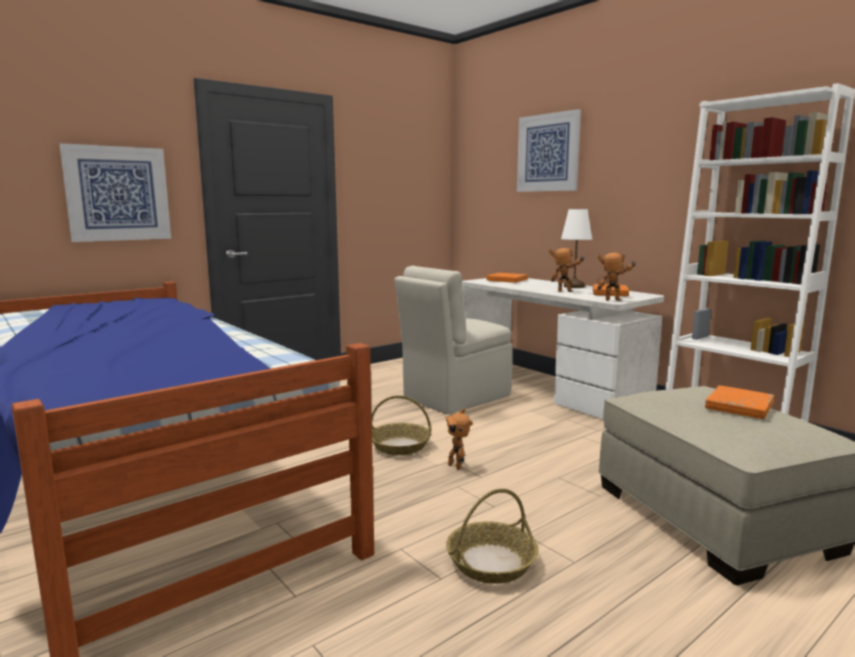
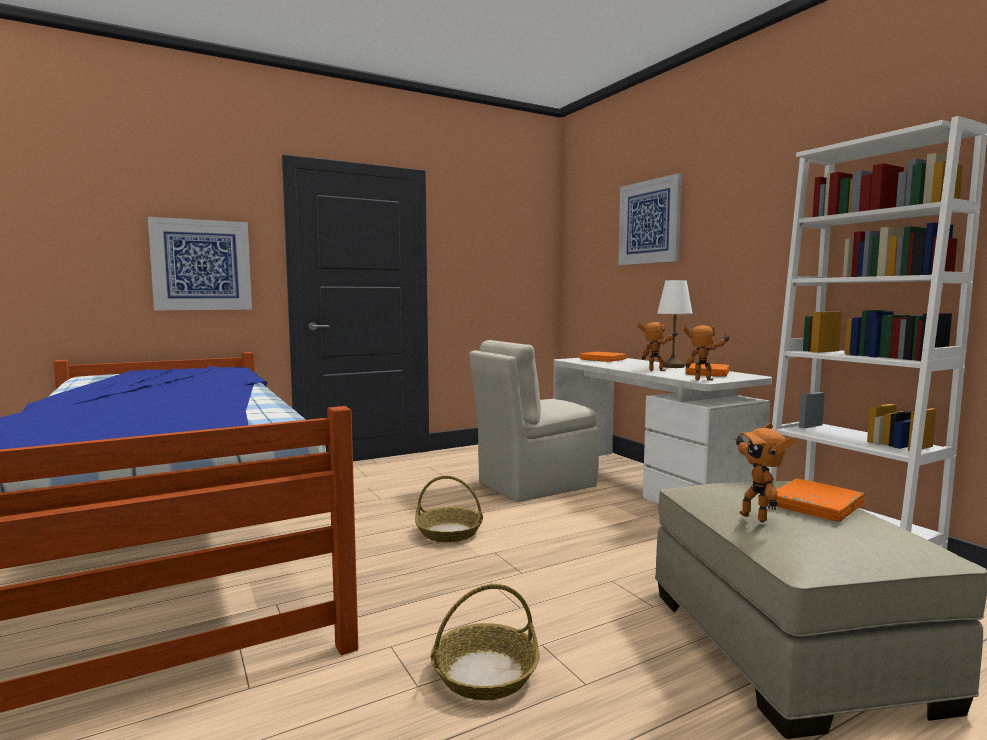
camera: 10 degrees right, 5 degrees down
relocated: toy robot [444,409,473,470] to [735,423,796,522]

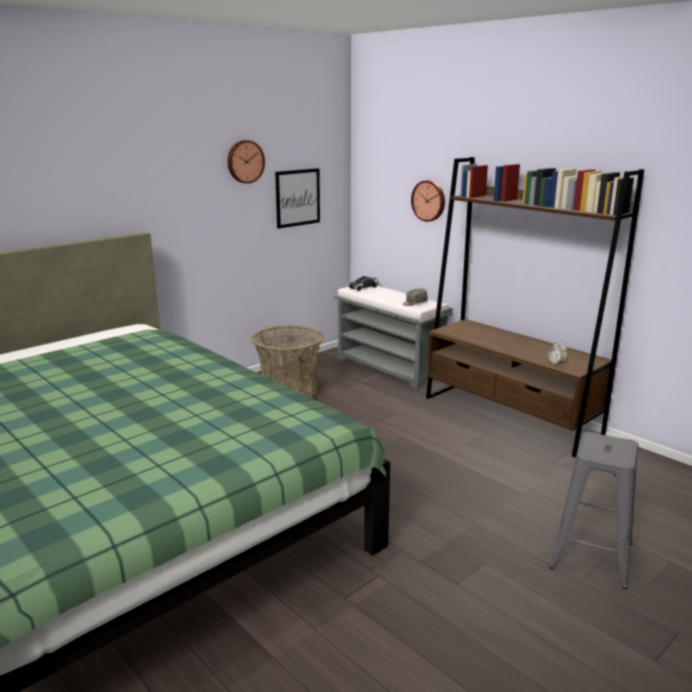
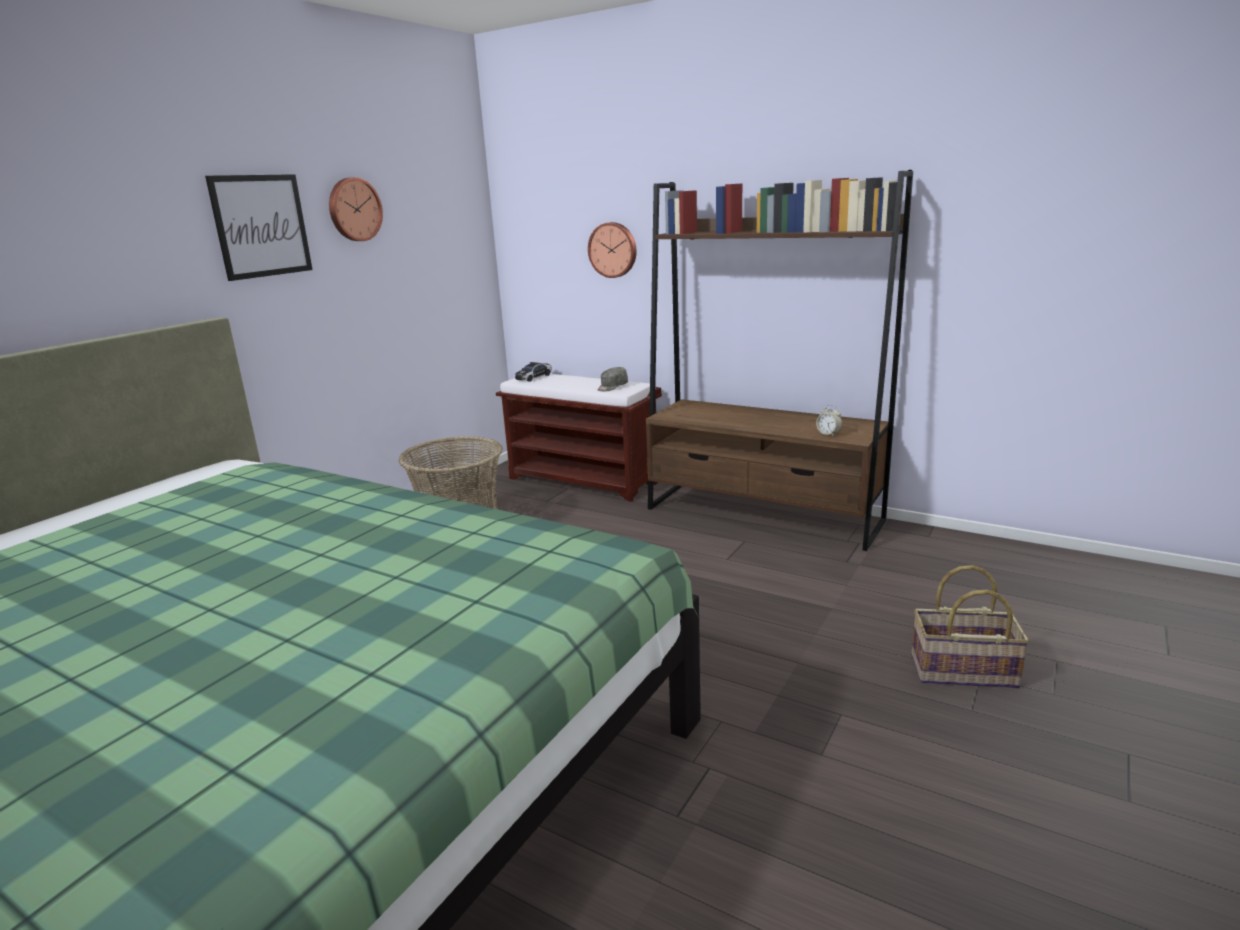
camera: 15 degrees left, 0 degrees up
relocated: picture [275,168,320,229] to [205,174,313,281]
exchanged: grey stool [549,432,638,589] to basket [911,565,1029,688]
colour: grey bench [334,286,453,390] to brown bench [496,374,662,502]

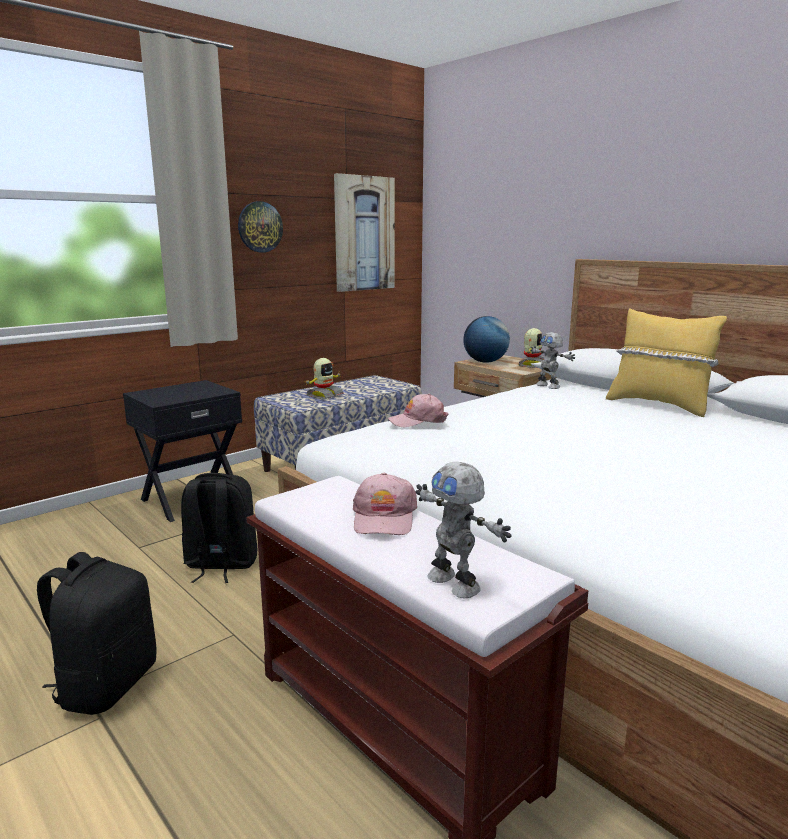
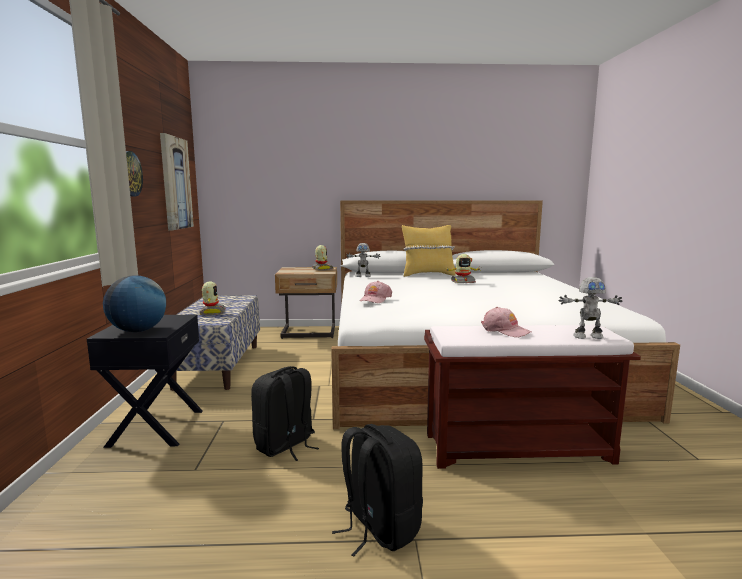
camera: 50 degrees left, 5 degrees down
appeared: toy robot [446,254,480,283]
relocated: globe [463,316,510,363] to [103,275,166,332]

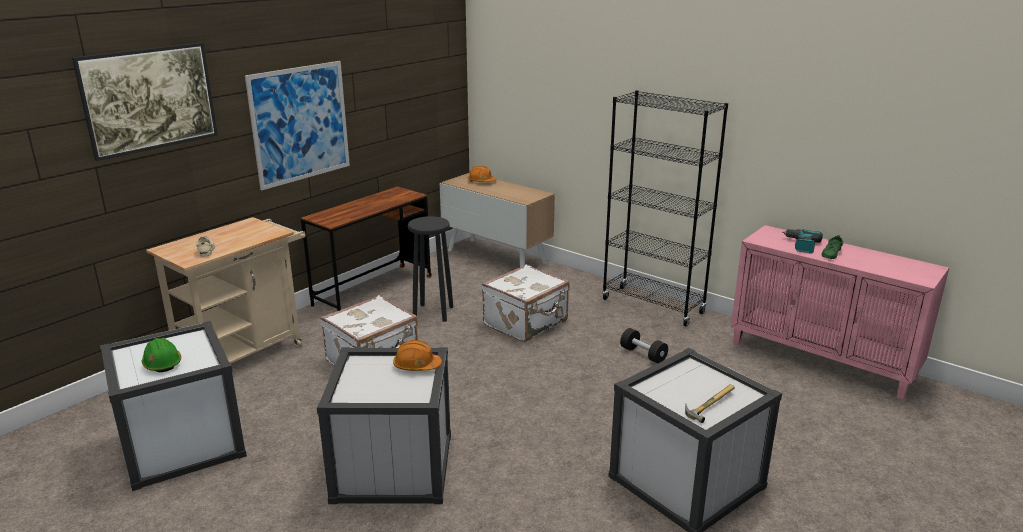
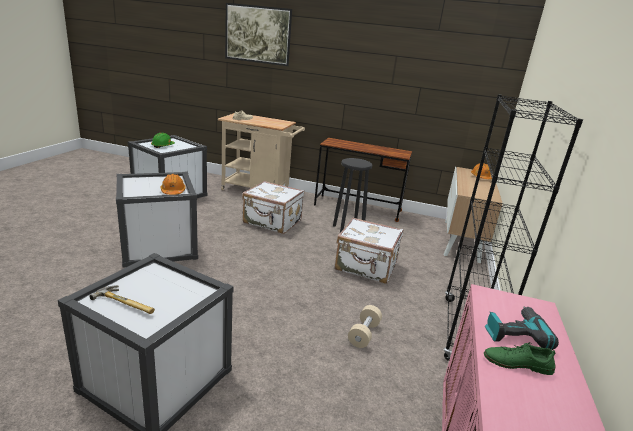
camera: 65 degrees right, 0 degrees up
missing: picture [245,61,350,191]
colour: black dumbbell [620,328,668,363] to beige dumbbell [348,305,382,348]

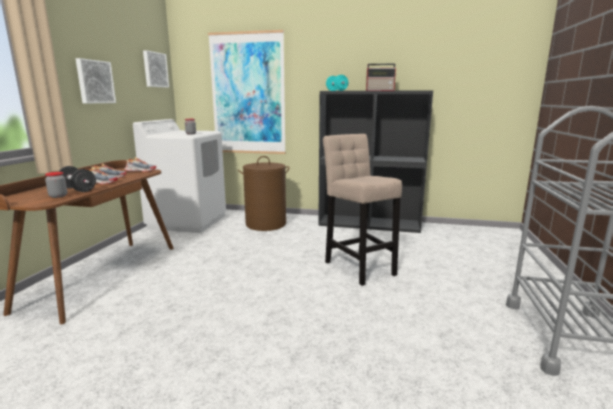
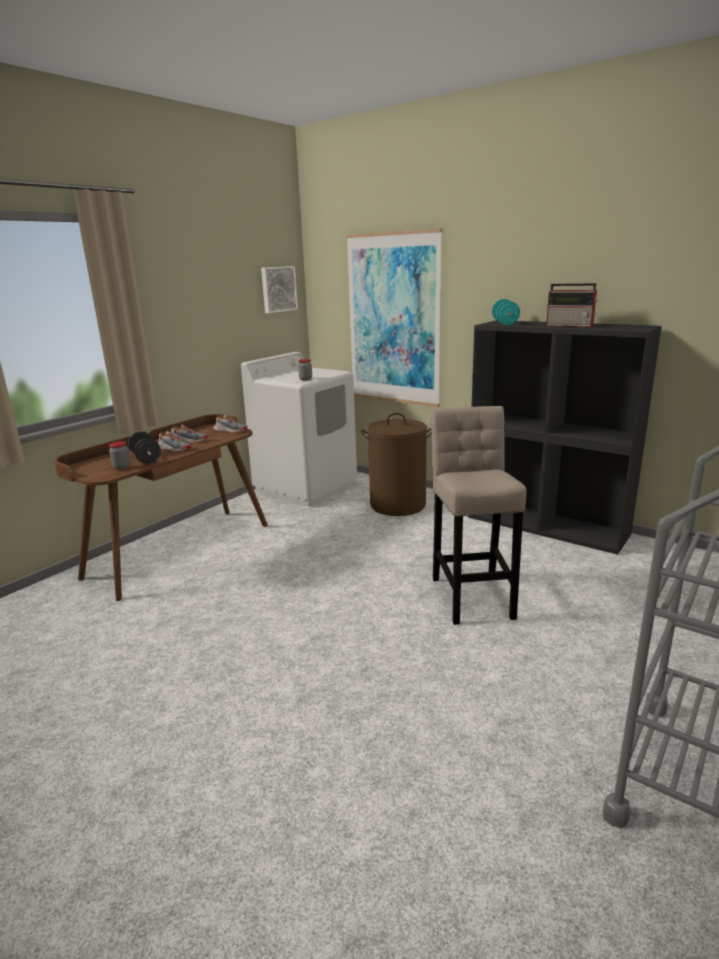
camera: 25 degrees right, 5 degrees up
missing: picture [76,58,116,104]

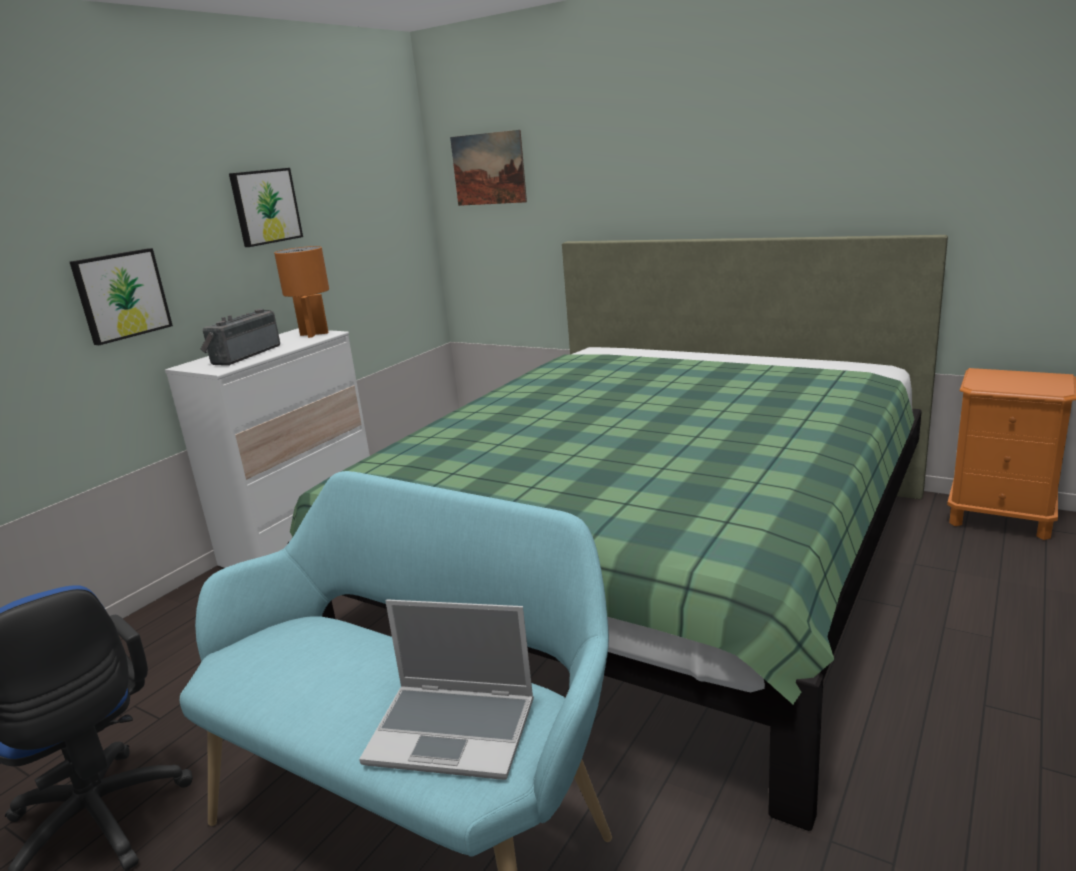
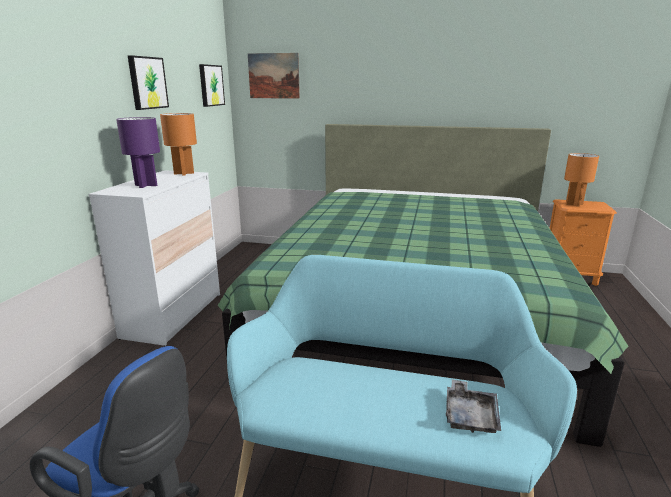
camera: 20 degrees left, 0 degrees up
appeared: orange table lamp [564,153,599,207]
relocated: picture [70,248,173,345] to [199,64,225,107]
exchanged: radio [201,309,280,366] to purple table lamp [116,117,160,188]; laptop [359,599,534,780] to grey tray [446,379,501,433]

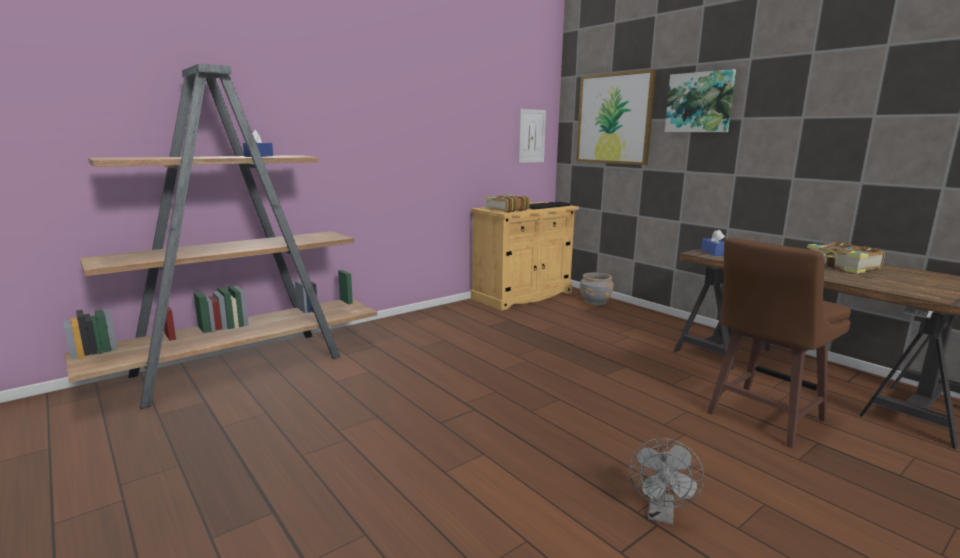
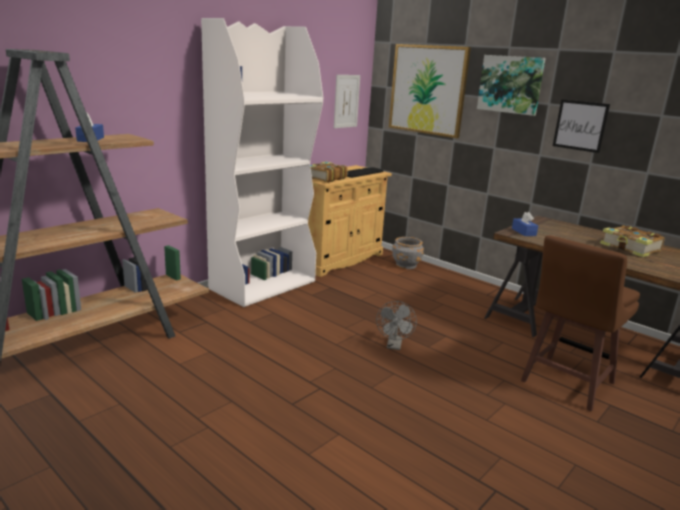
camera: 10 degrees left, 5 degrees up
appeared: white bookcase [201,18,323,307]; picture [553,99,610,153]
relocated: grey fan [629,438,704,525] to [376,301,417,350]

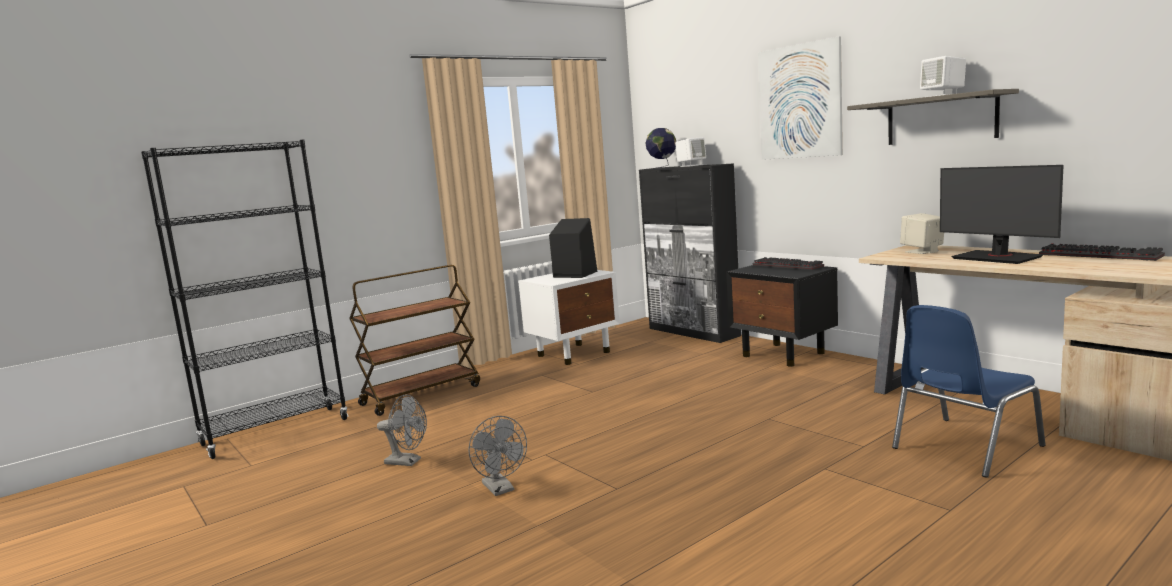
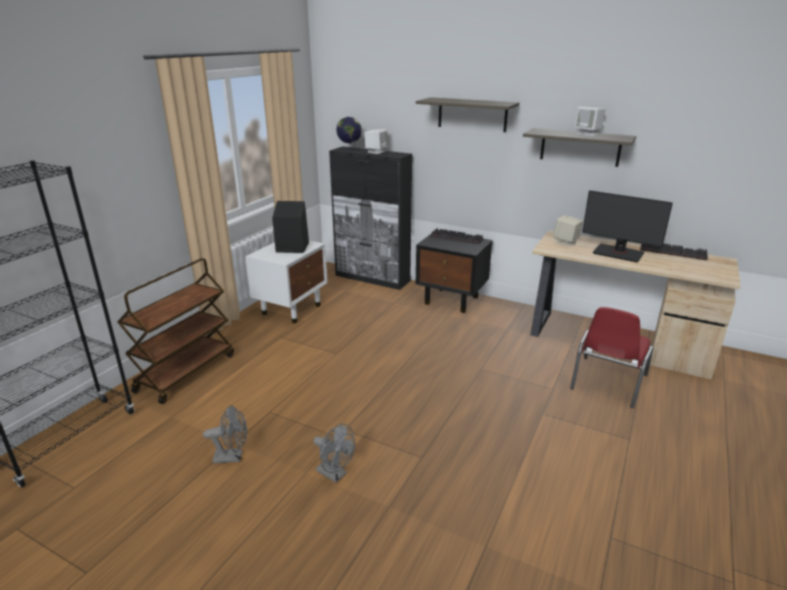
camera: 25 degrees left, 15 degrees up
exchanged: picture [758,36,843,160] to shelf [416,97,519,132]
colour: blue chair [892,305,1046,478] to red chair [570,307,654,408]

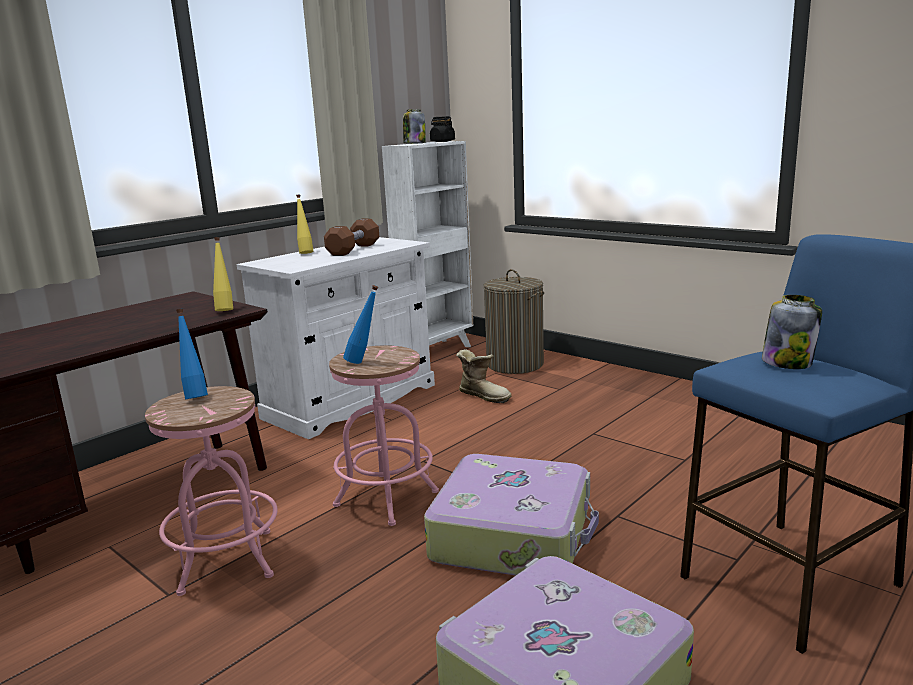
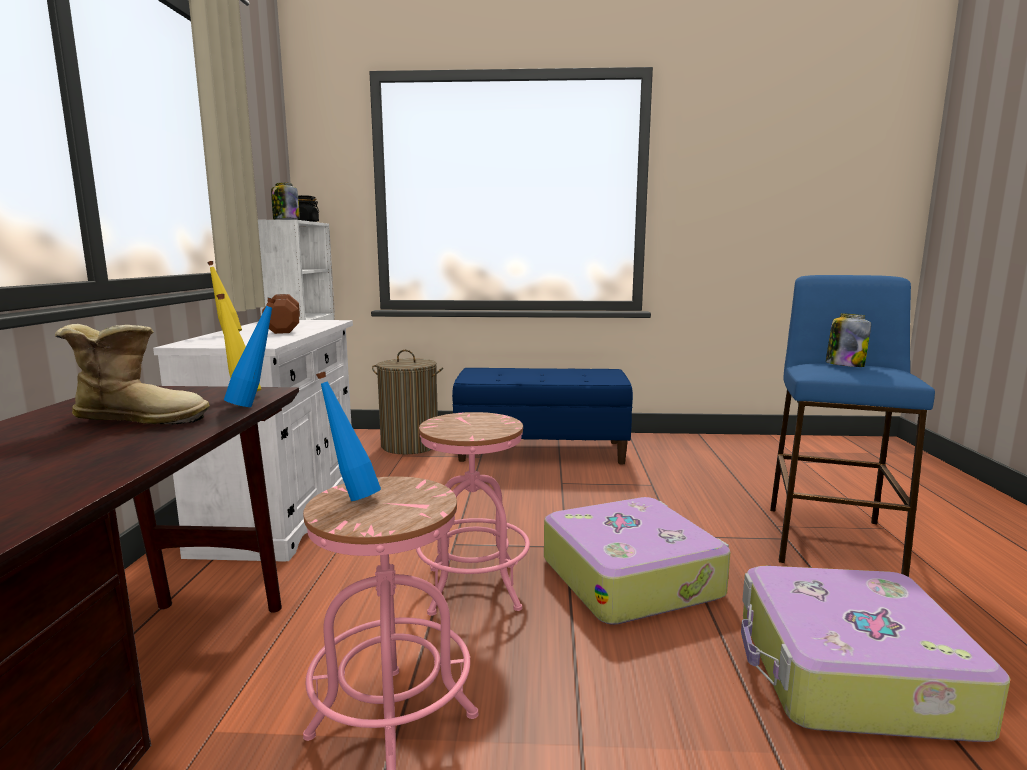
camera: 40 degrees left, 5 degrees down
appeared: blue bench [452,368,633,464]
relocated: boot [456,349,512,403] to [55,324,210,425]; blue bottle [343,285,378,364] to [224,297,276,407]

